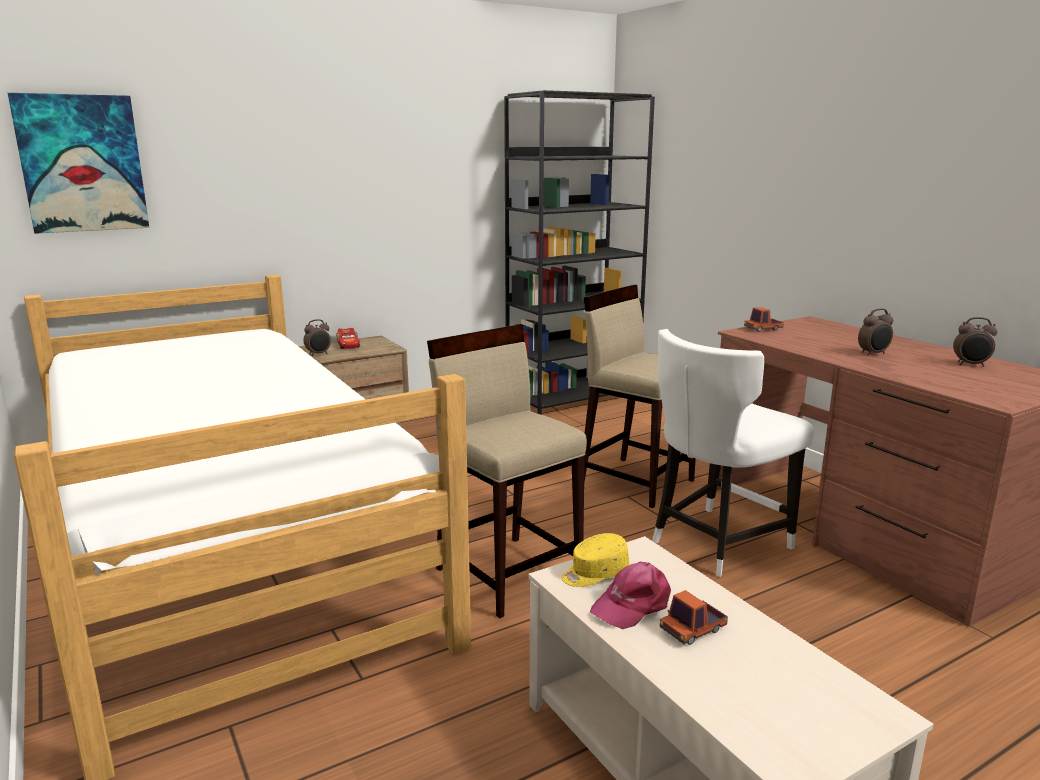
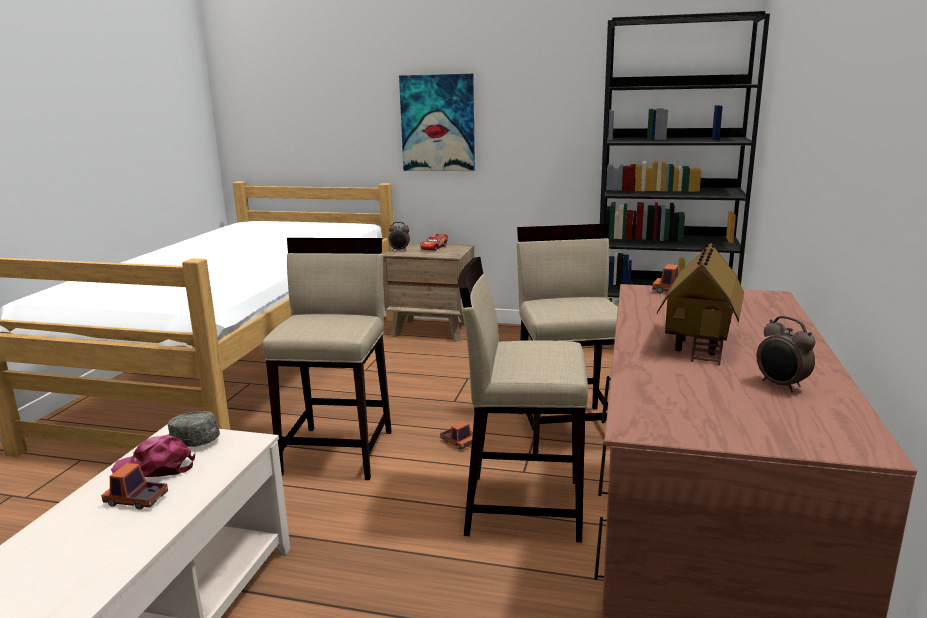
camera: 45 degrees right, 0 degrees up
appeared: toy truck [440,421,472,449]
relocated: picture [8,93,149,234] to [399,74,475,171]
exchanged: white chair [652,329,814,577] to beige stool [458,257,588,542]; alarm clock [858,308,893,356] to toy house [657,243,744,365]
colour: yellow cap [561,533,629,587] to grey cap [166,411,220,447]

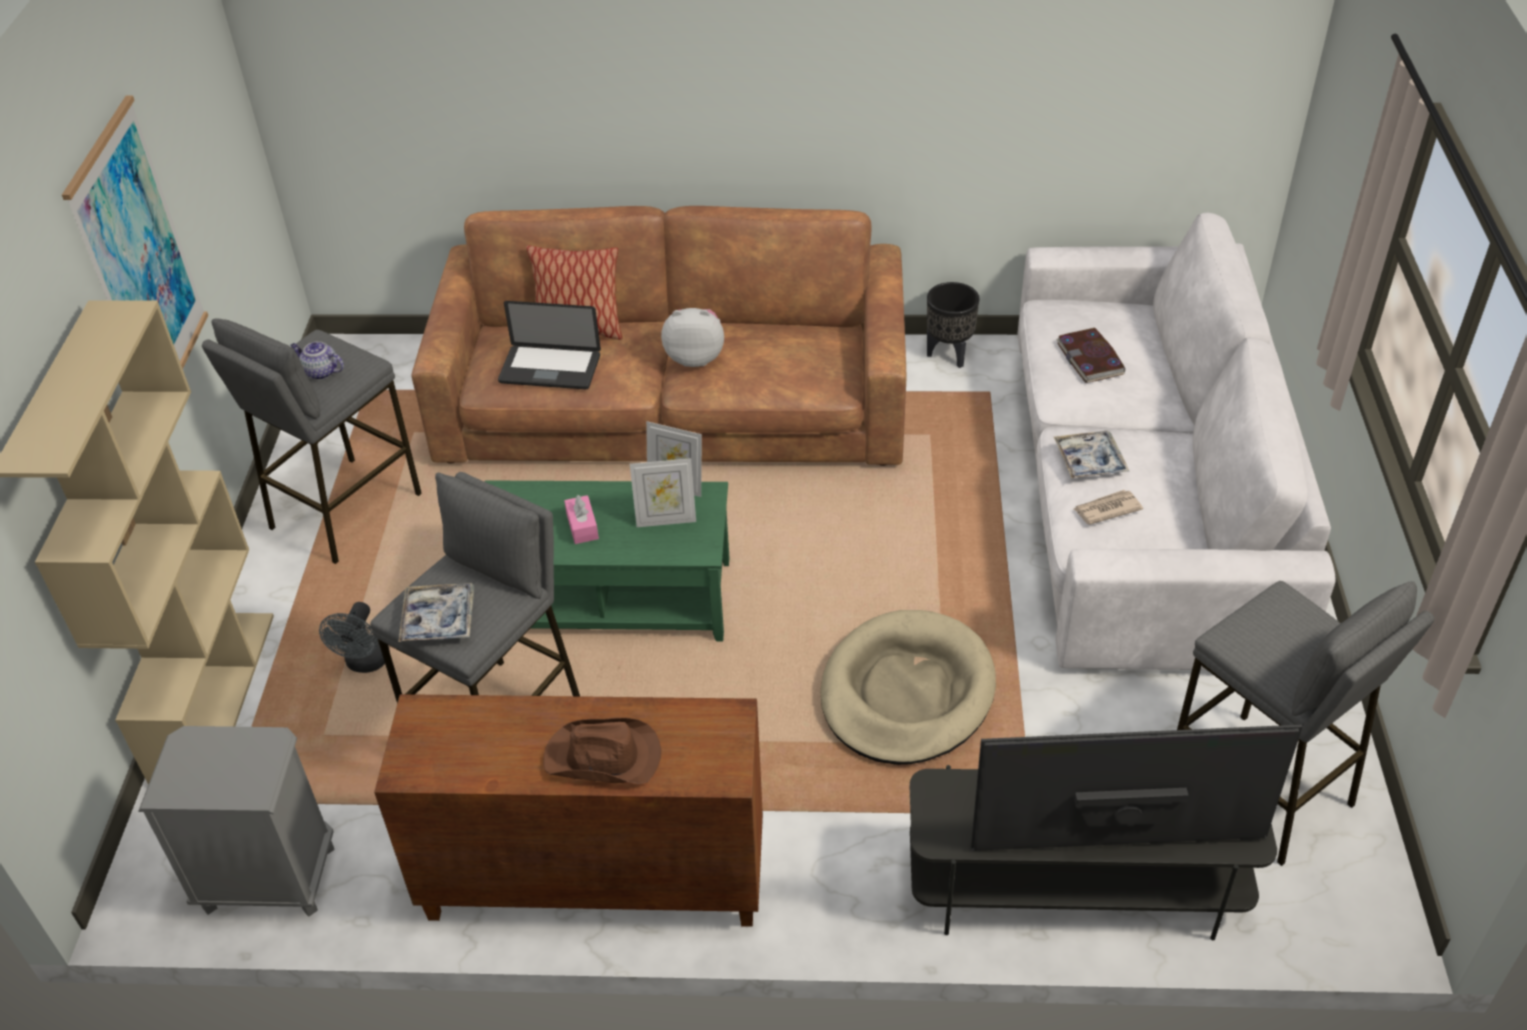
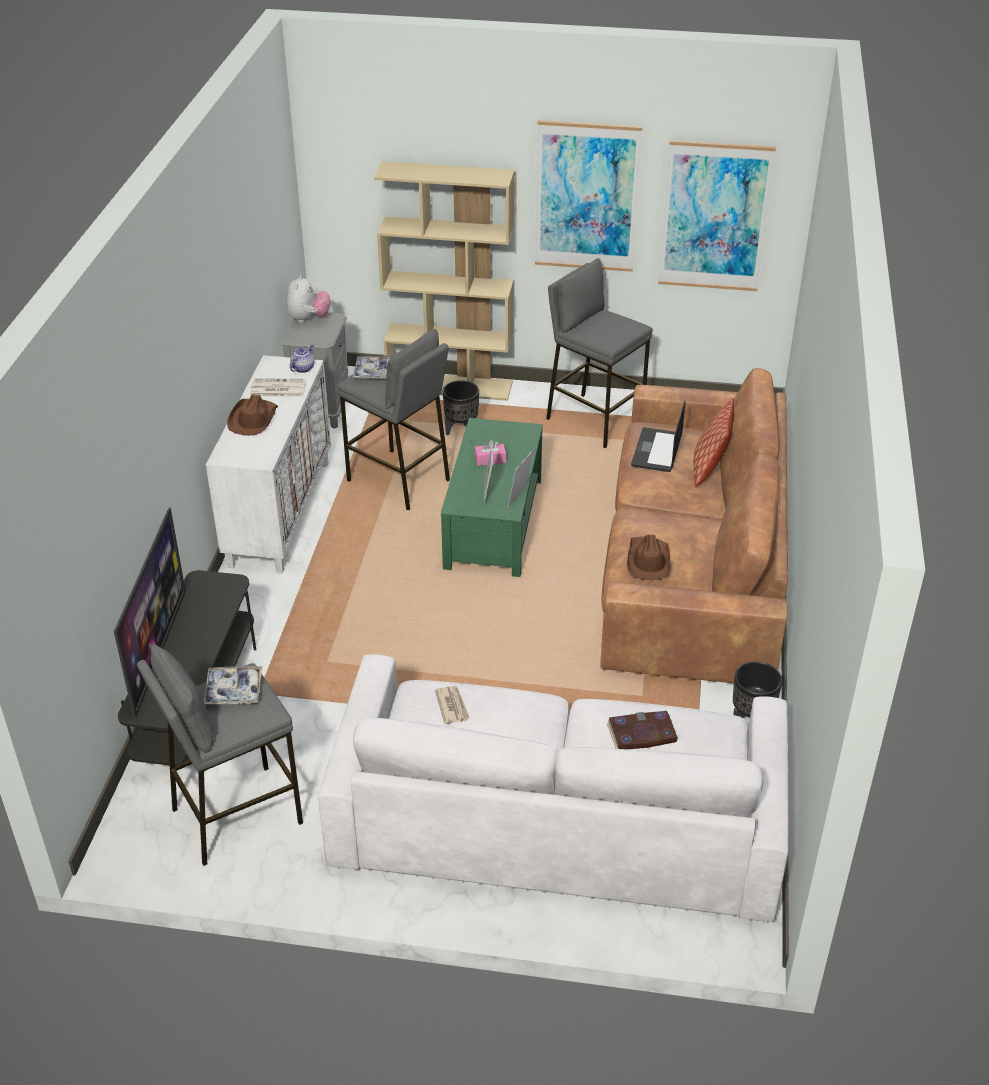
camera: 95 degrees right, 5 degrees down
missing: beige dog bed [821,610,996,765]
appeared: newspaper [250,378,306,397]; brown hat [627,534,671,580]; picture [658,140,776,291]
relocated: tray [1054,431,1129,478] to [203,666,262,704]; plush toy [661,308,724,367] to [286,275,330,323]; teapot [290,341,344,380] to [290,345,314,373]
exchanged: grey fan [319,602,390,673] to black planter [442,380,479,435]
colour: brown cabinet [374,694,763,927] to white cabinet [206,355,331,573]

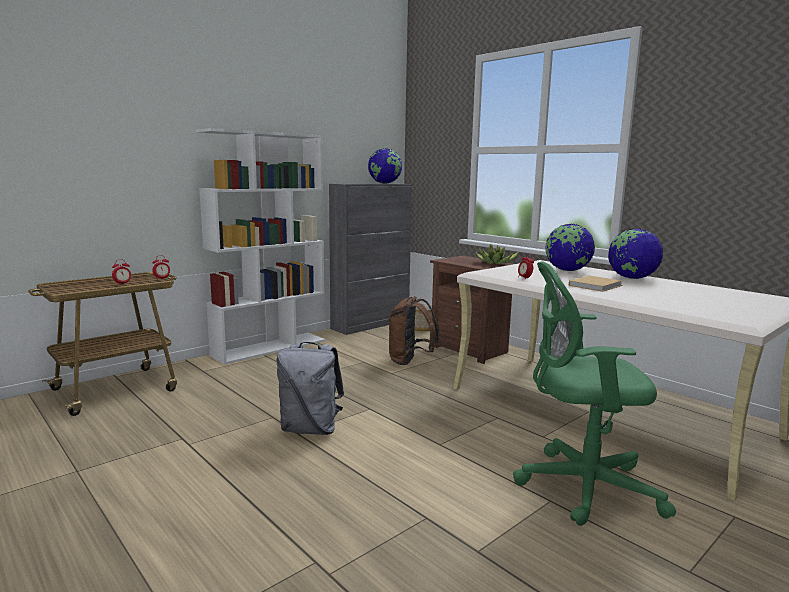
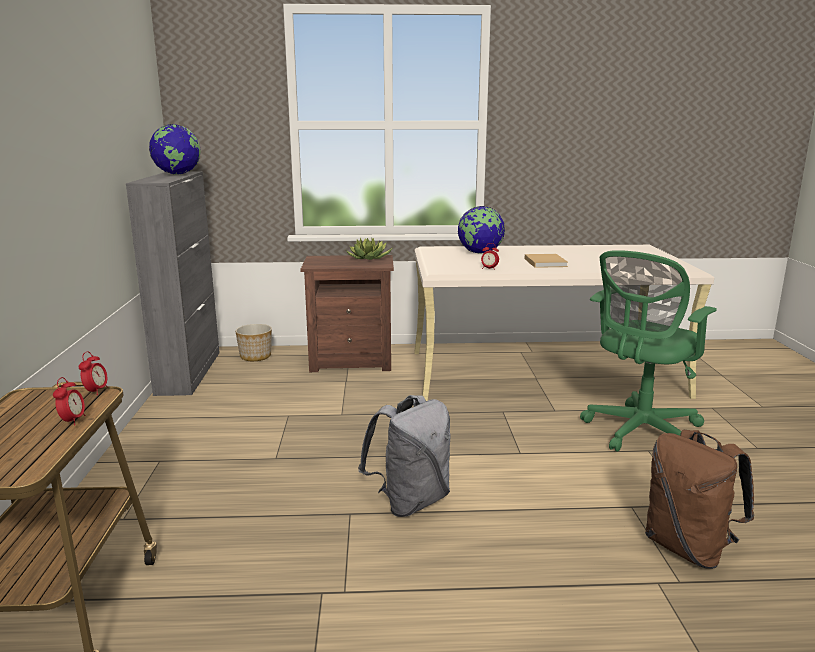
camera: 50 degrees left, 5 degrees up
missing: white bookcase [196,128,325,365]; globe [608,228,663,279]
relocated: brown backpack [388,296,439,365] to [645,430,754,569]

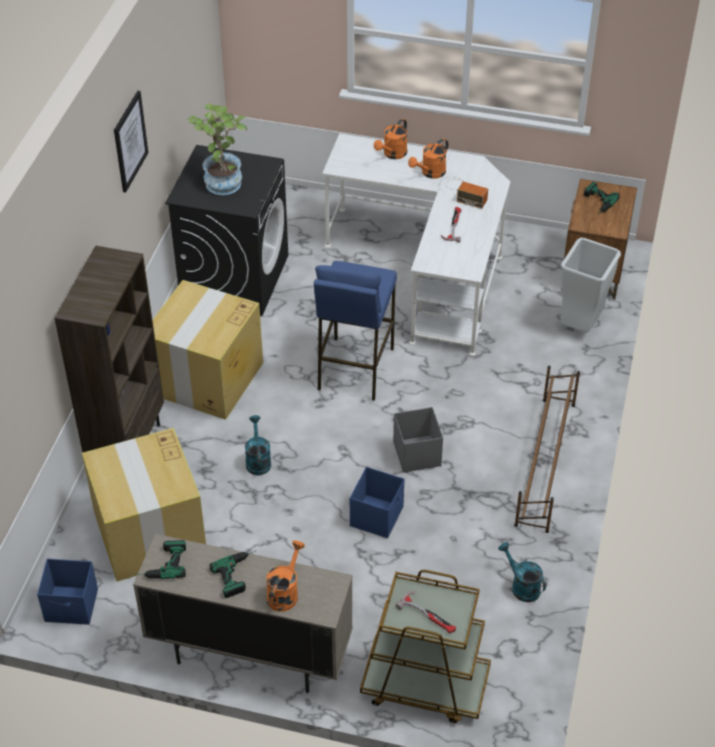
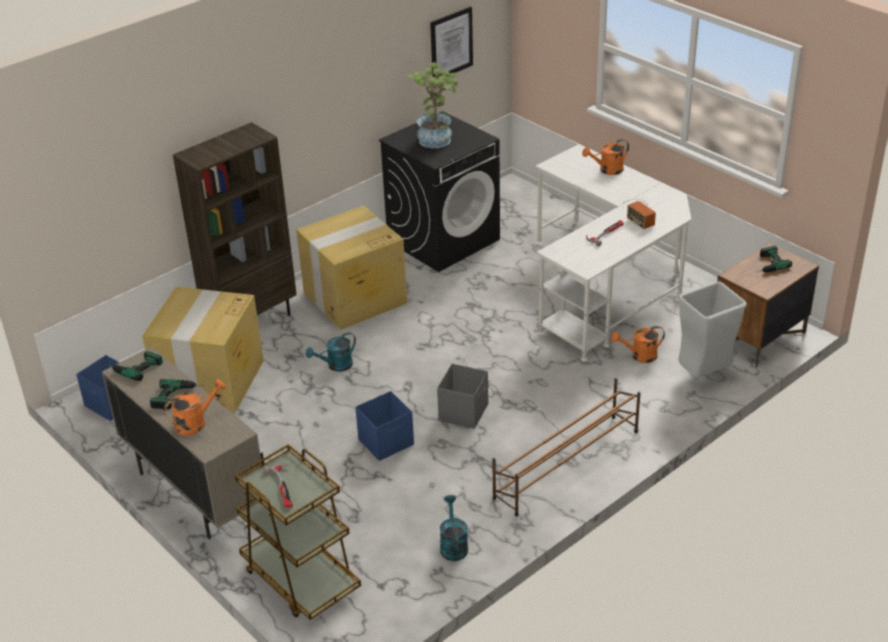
camera: 35 degrees right, 10 degrees down
missing: blue stool [314,261,397,401]
relocated: picture [114,91,148,192] to [430,7,473,79]; orange watering can [408,138,448,179] to [611,326,665,363]
spun: turquoise watering can [245,415,271,475] = [306,332,356,372] 150 degrees counterclockwise

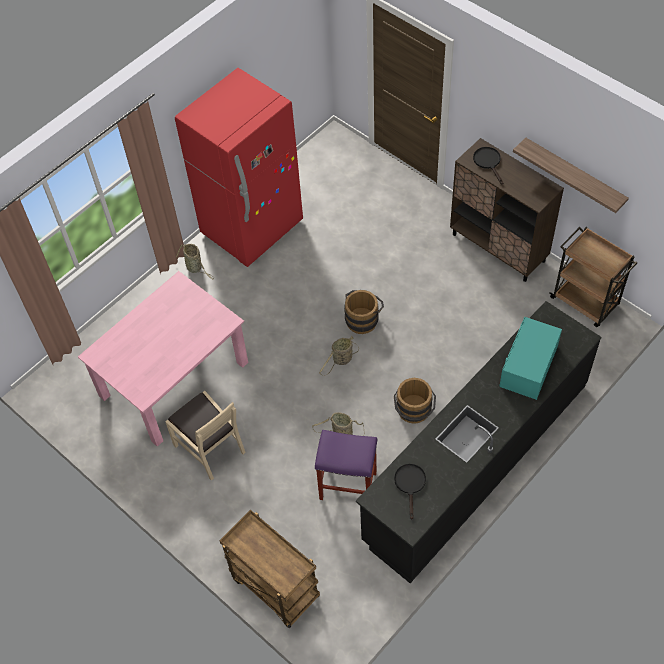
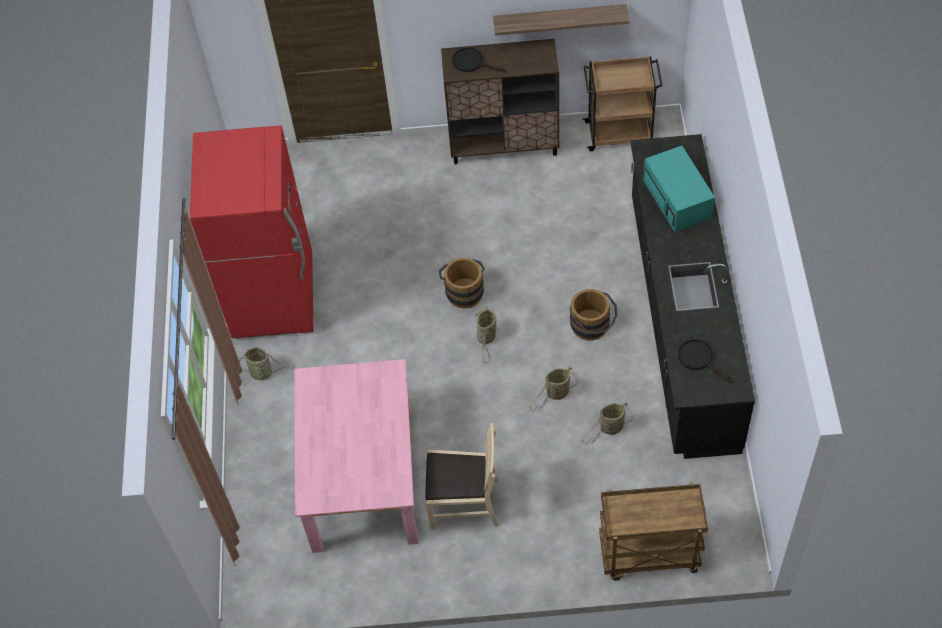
camera: 45 degrees left, 0 degrees up
exchanged: purple stool [315,430,377,500] to basket [581,402,633,445]

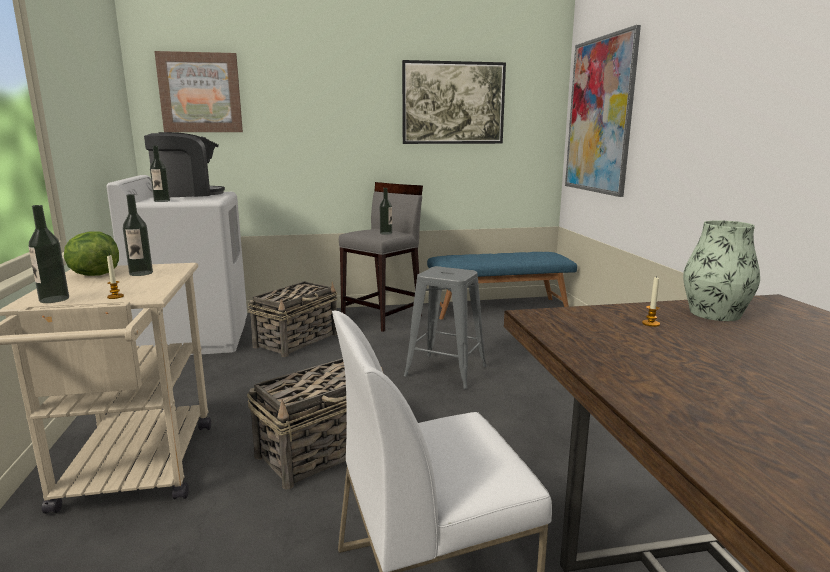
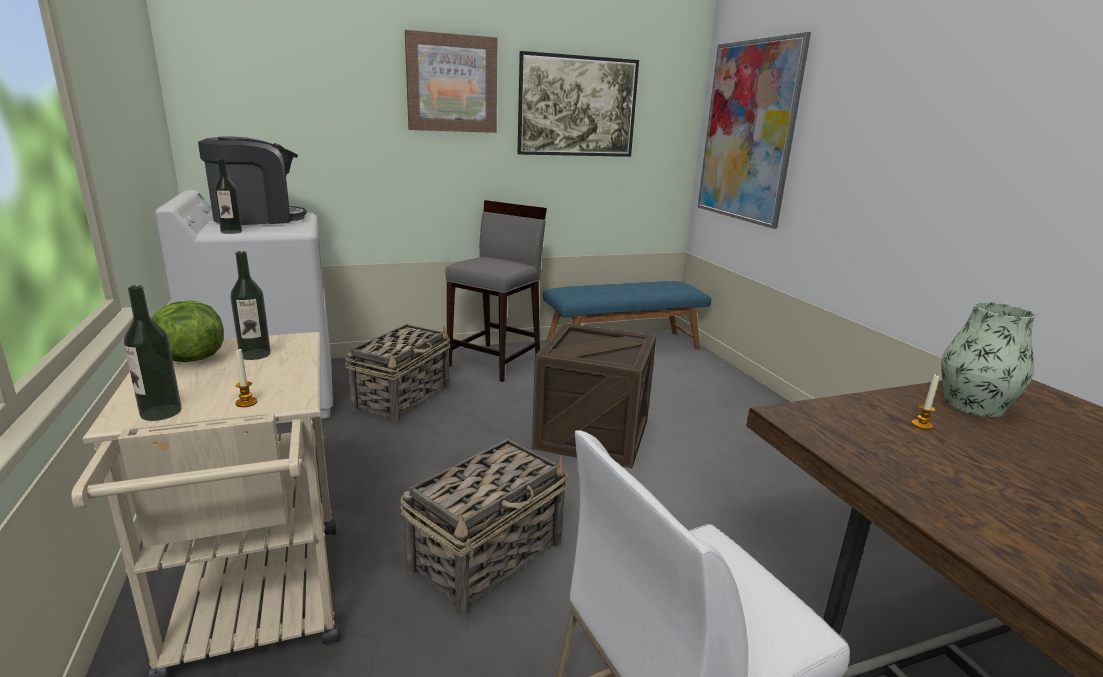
camera: 10 degrees left, 5 degrees up
missing: bottle [380,188,392,235]
relocated: picture [154,51,243,132] to [405,30,498,133]
exchanged: grey stool [404,266,487,389] to crate [532,323,657,468]

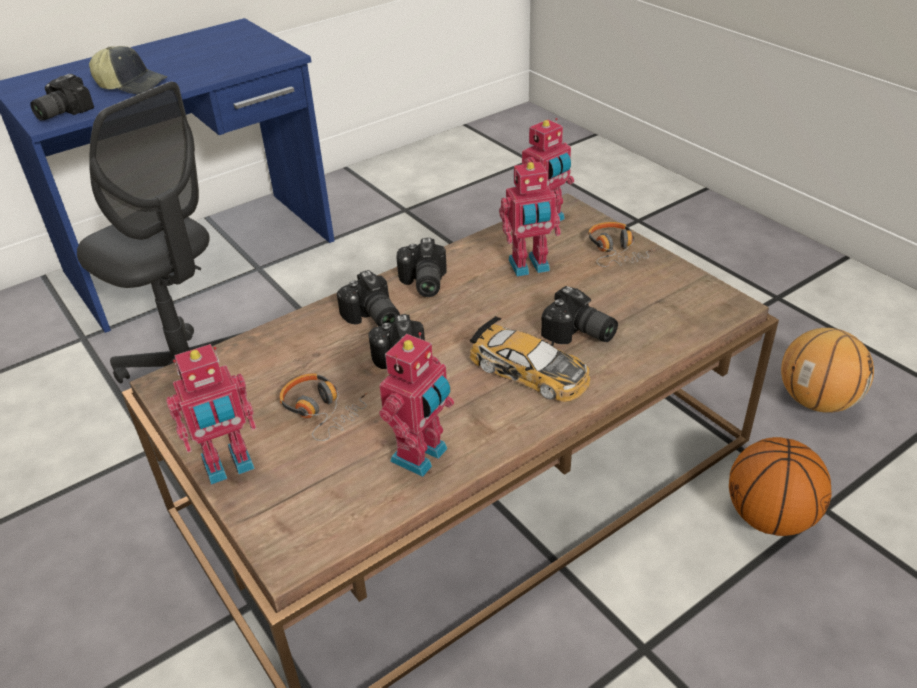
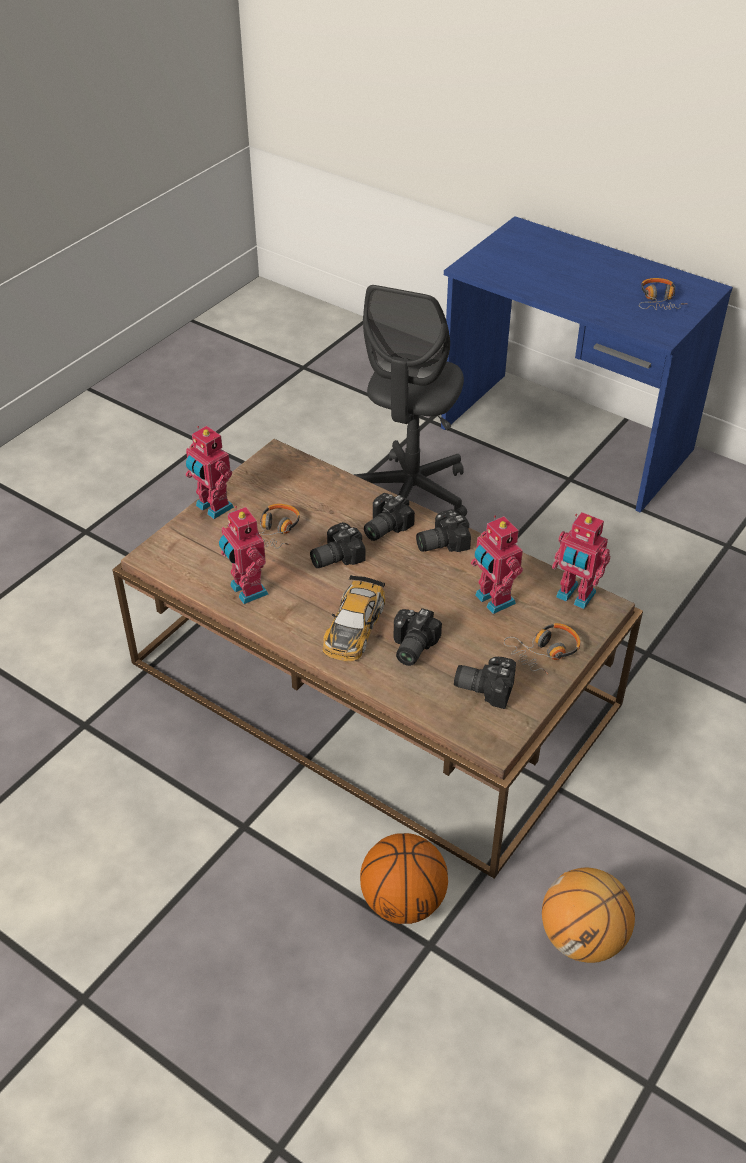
camera: 70 degrees right, 5 degrees up
missing: cap [89,46,167,95]
appeared: headphones [639,278,687,310]
relocated: photo camera [30,74,94,121] to [454,657,516,709]
spun: toy robot [379,332,454,477] = [219,506,269,604] 45 degrees clockwise

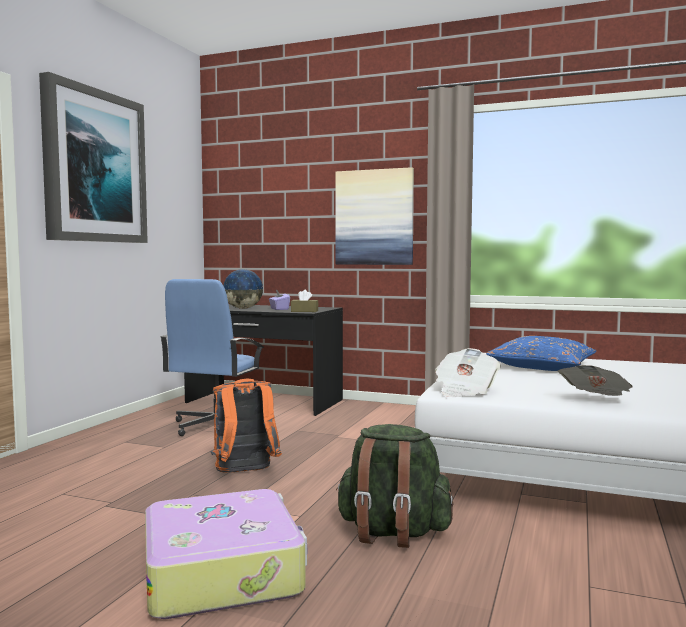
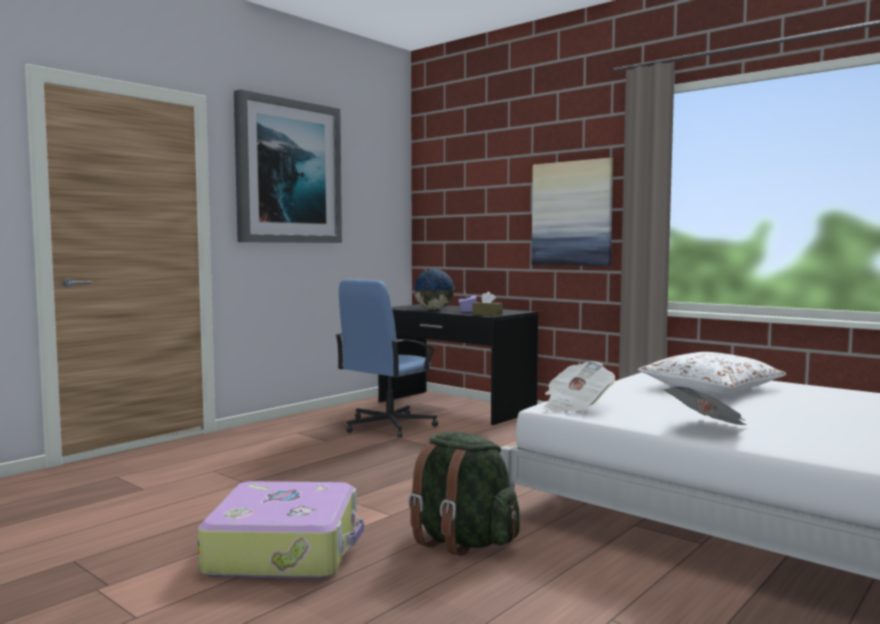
camera: 20 degrees right, 0 degrees up
missing: orange backpack [211,379,282,473]
colour: blue pillow [486,336,596,371] to white pillow [638,352,786,394]

